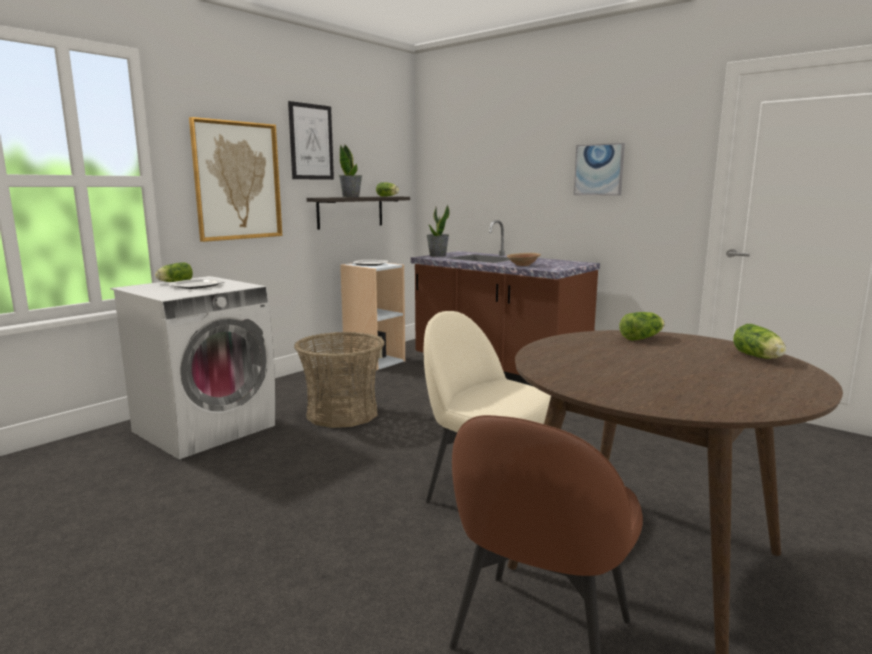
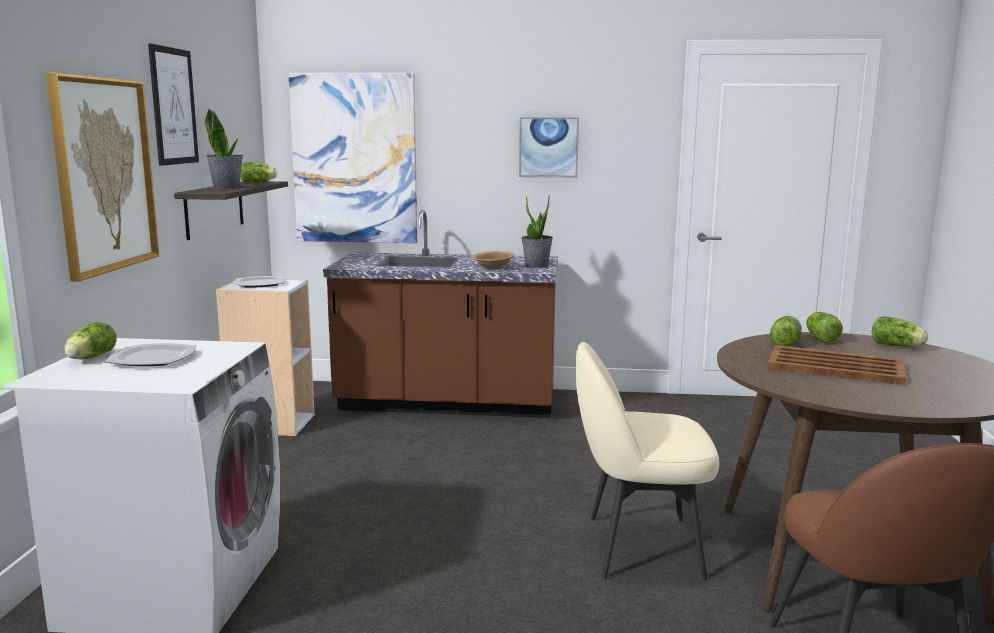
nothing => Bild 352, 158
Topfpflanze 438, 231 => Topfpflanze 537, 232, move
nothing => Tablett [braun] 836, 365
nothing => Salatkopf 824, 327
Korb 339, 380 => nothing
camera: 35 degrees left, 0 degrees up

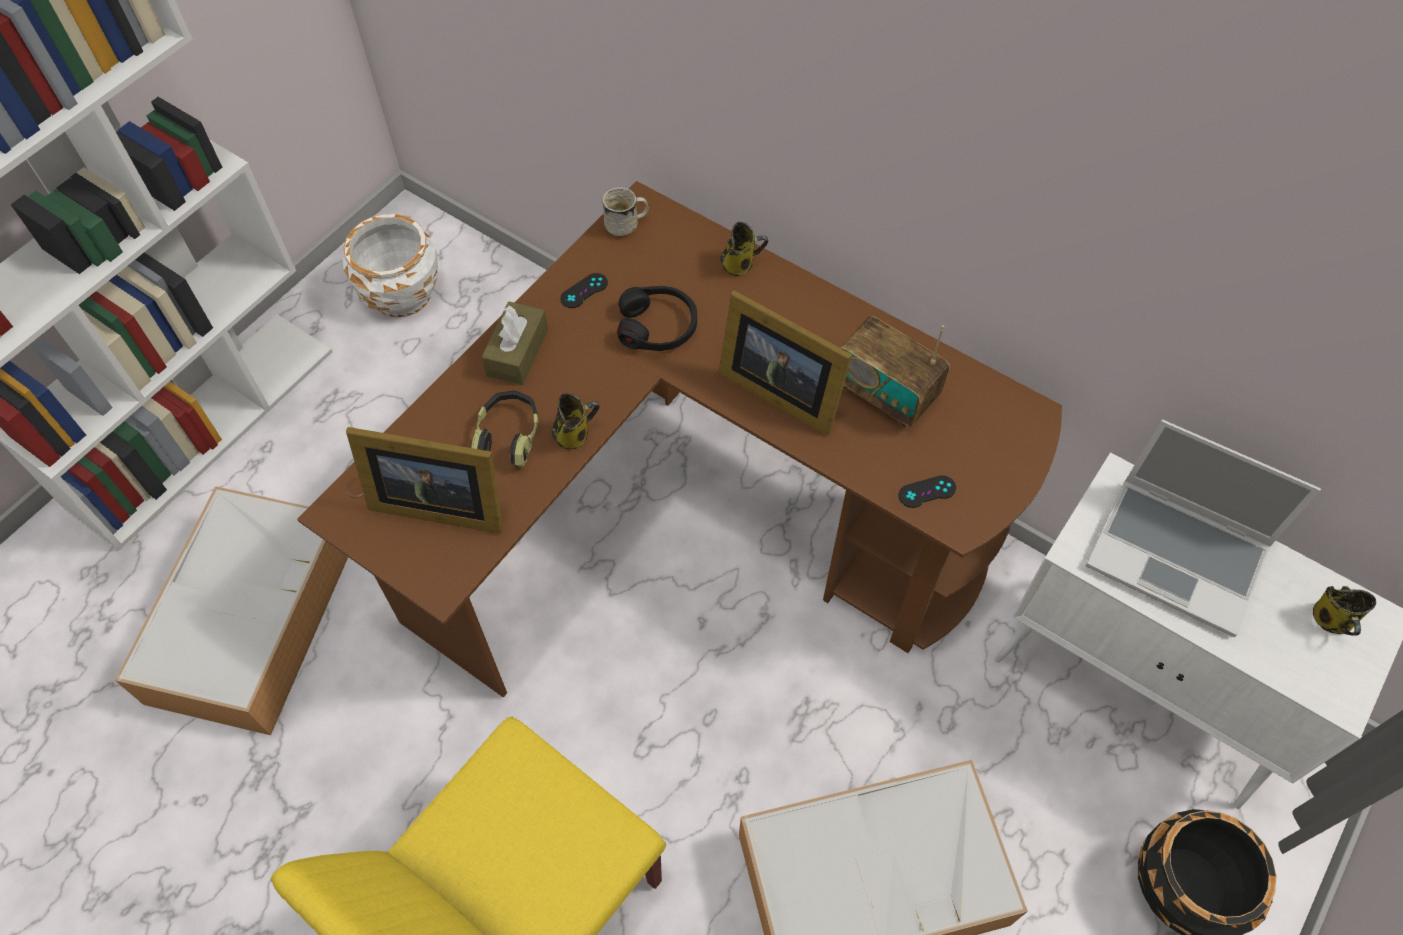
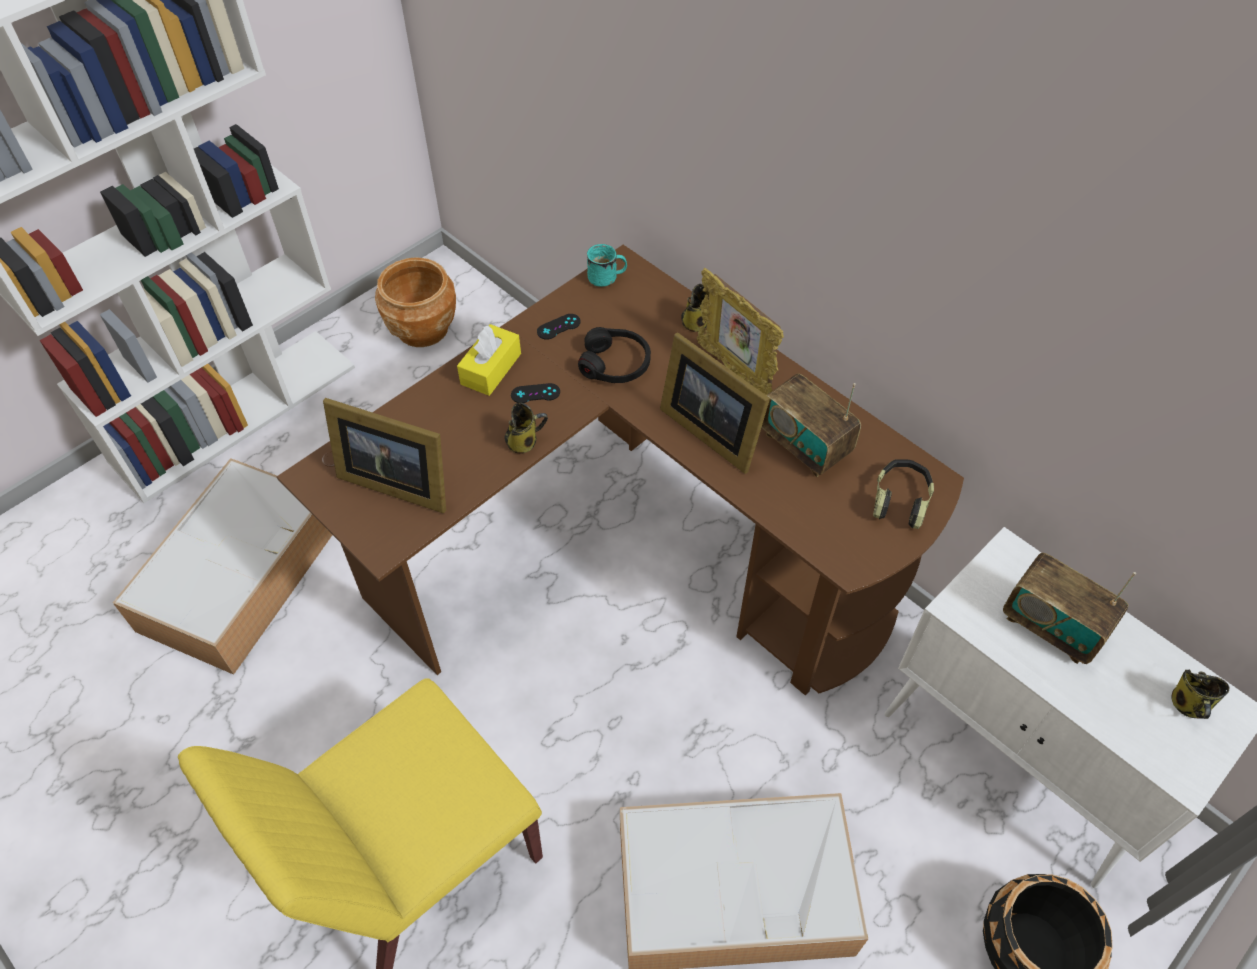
Pflanzkübel [weiß] 390, 265 => Pflanzkübel [braun] 415, 302
Taschentuchbox [braun] 514, 343 => Taschentuchbox [gelb] 489, 360
Gamepad [schwarz] 927, 491 => Gamepad [schwarz] 535, 393, move
Henkelbecher [weiß] 625, 211 => Henkelbecher [türkis] 607, 265
nothing => Bilderrahmen 740, 331
Kopfhörer 505, 429 => Kopfhörer 903, 494, move
Laptop 1203, 528 => Radio 1069, 608
camera: 10 degrees right, 5 degrees down

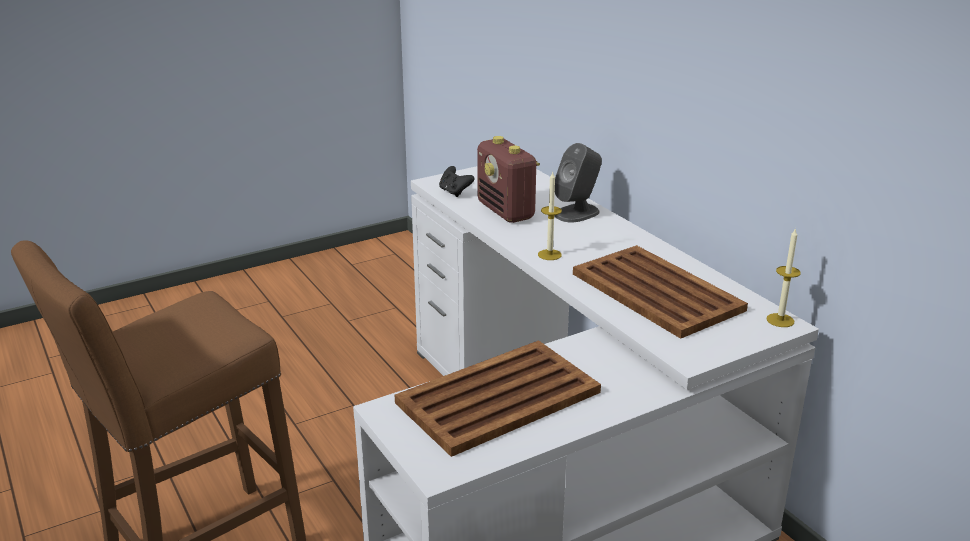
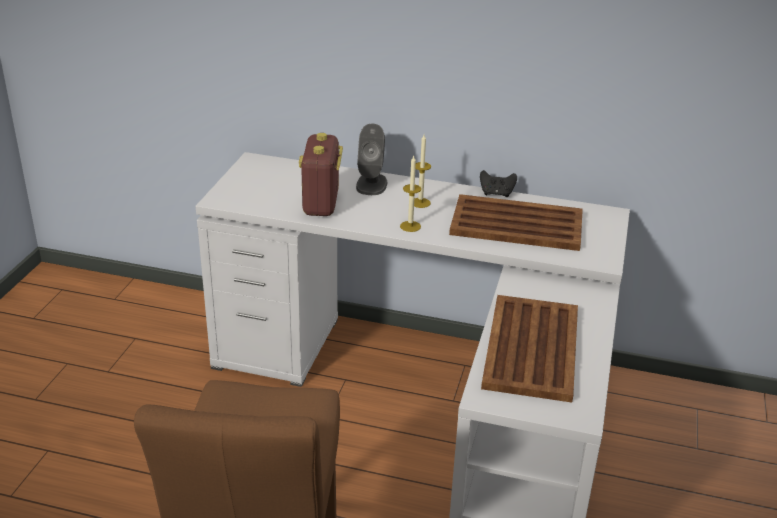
Radio 508, 179 => Radio 321, 174, 75 degrees clockwise
Kerze 783, 277 => Kerze 422, 171, move
Gamepad [schwarz] 456, 181 => Gamepad [schwarz] 498, 183, move
camera: 45 degrees left, 5 degrees up

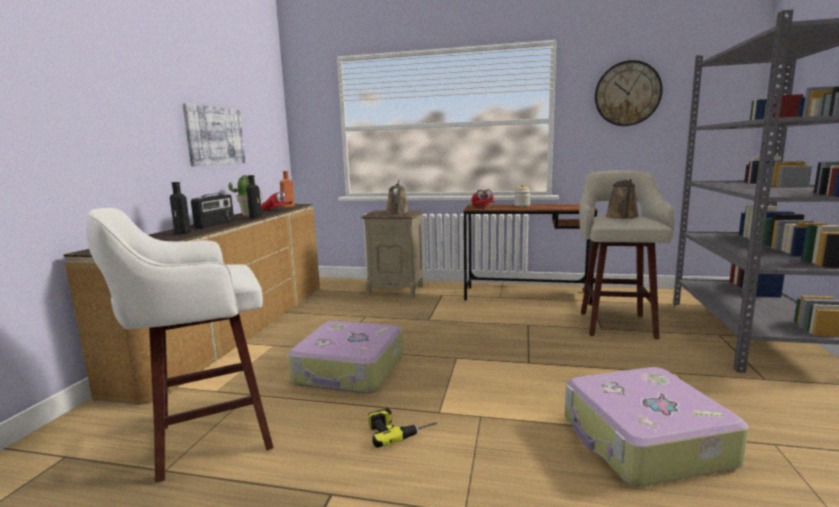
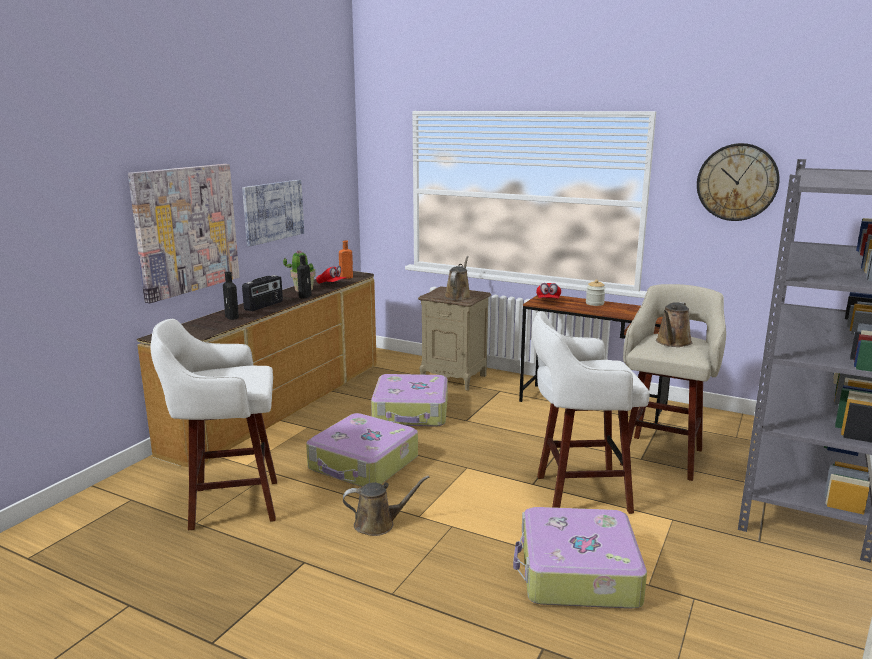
nothing => Bild 183, 233
Bohrmaschine 403, 428 => Gießkanne [braun] 386, 505
nothing => Koffer 409, 400
nothing => Hocker [weiß] 591, 412
camera: 15 degrees right, 5 degrees up

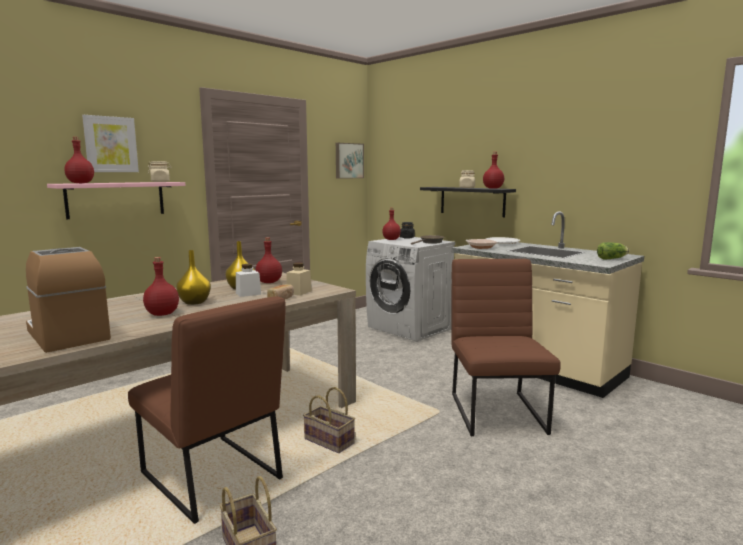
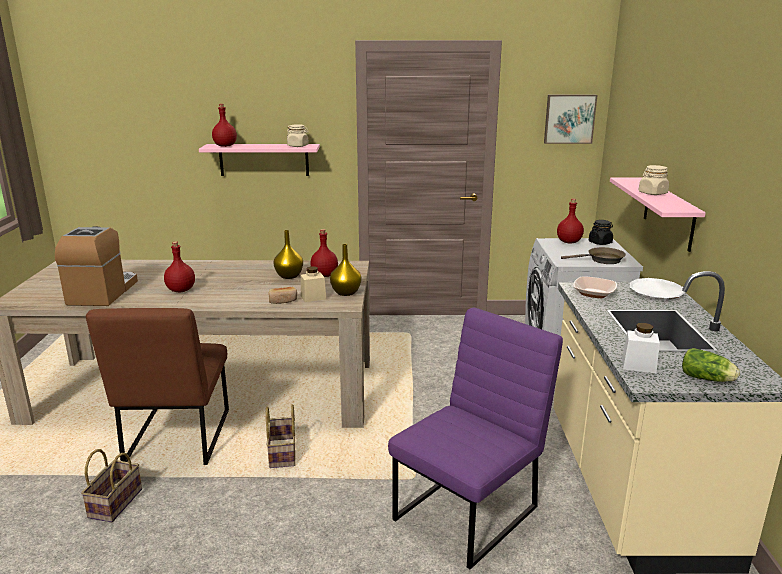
Vase [gelb] 193, 277 => Vase [gelb] 345, 270, move
Stuhl [braun] 506, 347 => Stuhl [lila] 475, 438
Wandregal [schwarz] 468, 202 => Wandregal [rosa] 658, 214
Vorratsglas [weiß] 248, 280 => Vorratsglas [weiß] 641, 348, move
Bild 110, 143 => nothing
Flasche [rot] 493, 170 => nothing
camera: 45 degrees right, 10 degrees up

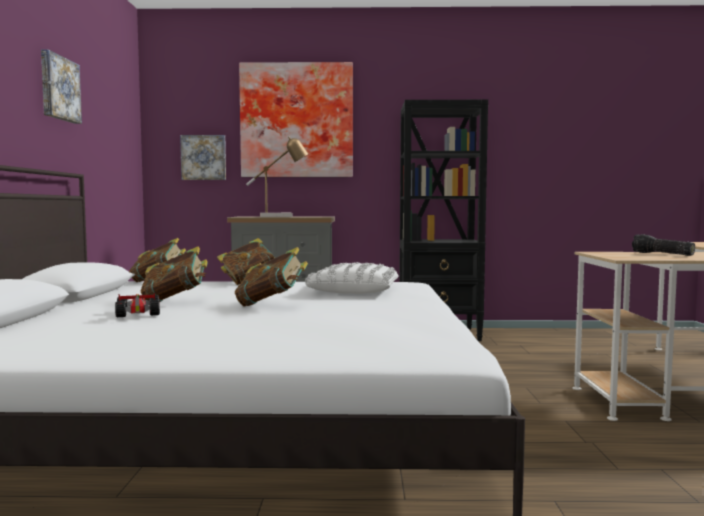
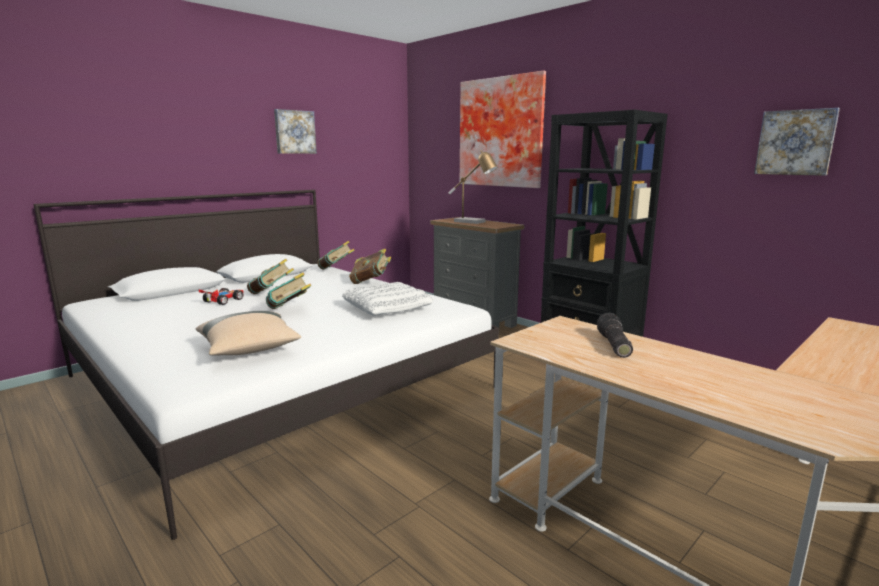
nothing => Kissen [beige] 249, 333
Bild 203, 157 => Bild 797, 142, move
camera: 45 degrees right, 10 degrees up

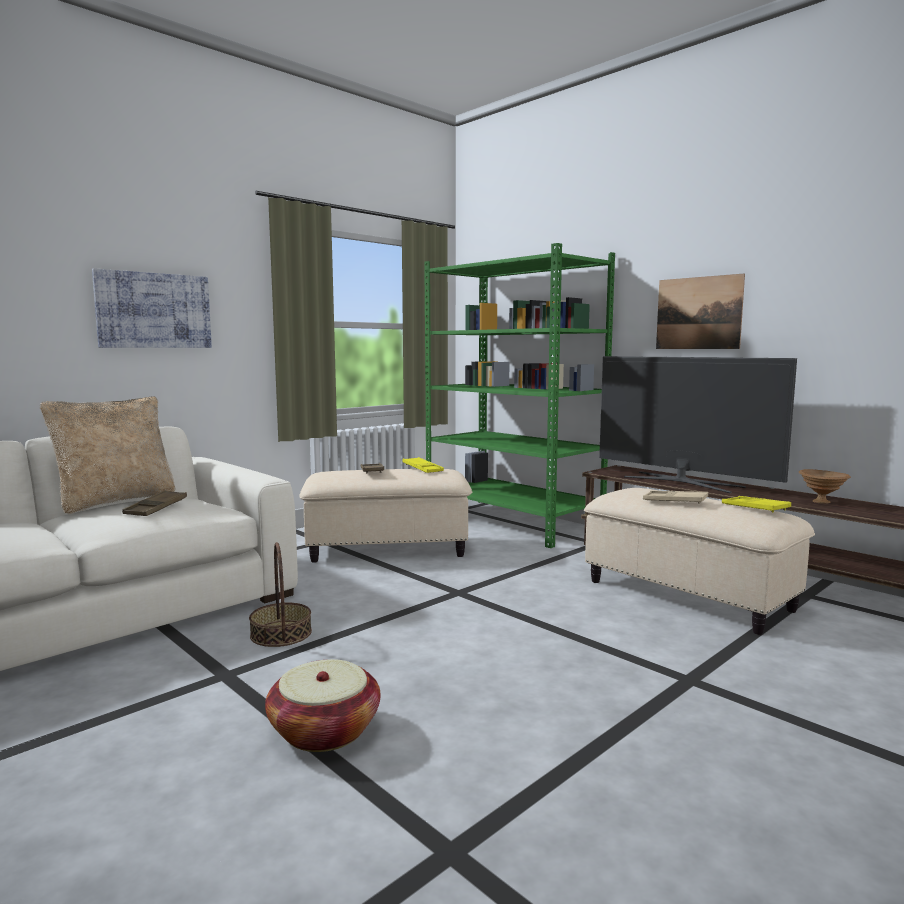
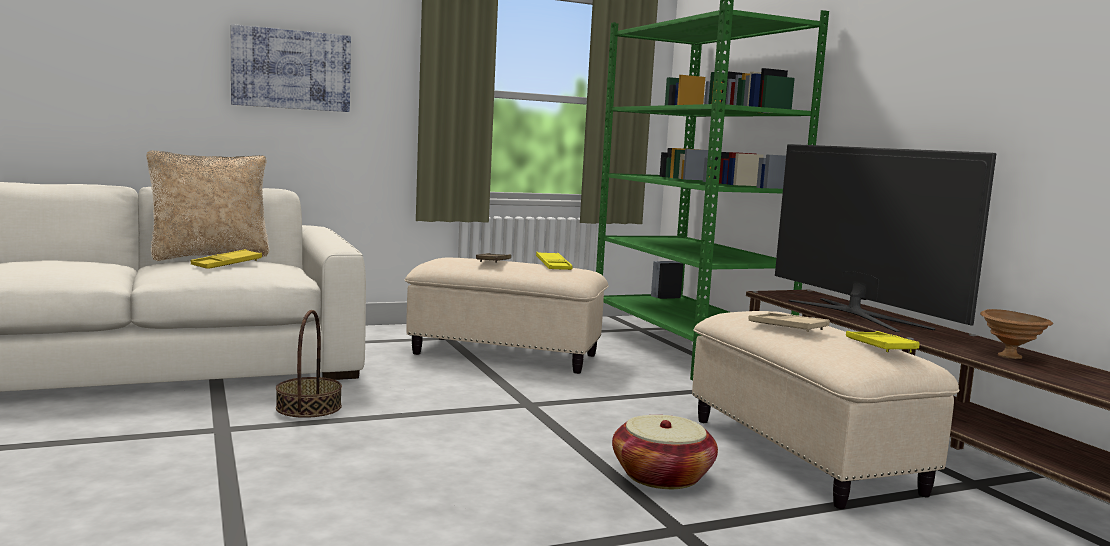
Tablett [braun] 154, 503 => Tablett [gelb] 226, 259
Korb 322, 705 => Korb 665, 452, move
Bild 700, 311 => nothing
camera: 20 degrees right, 0 degrees up

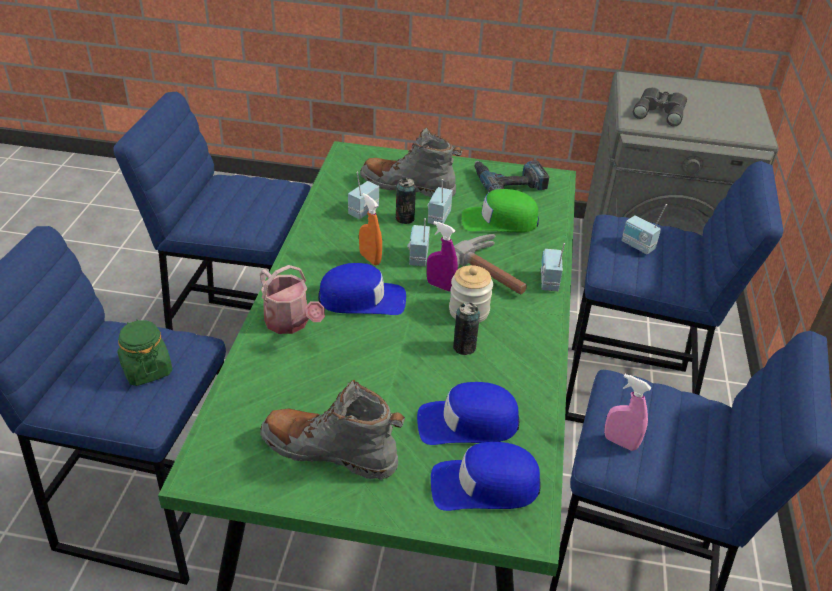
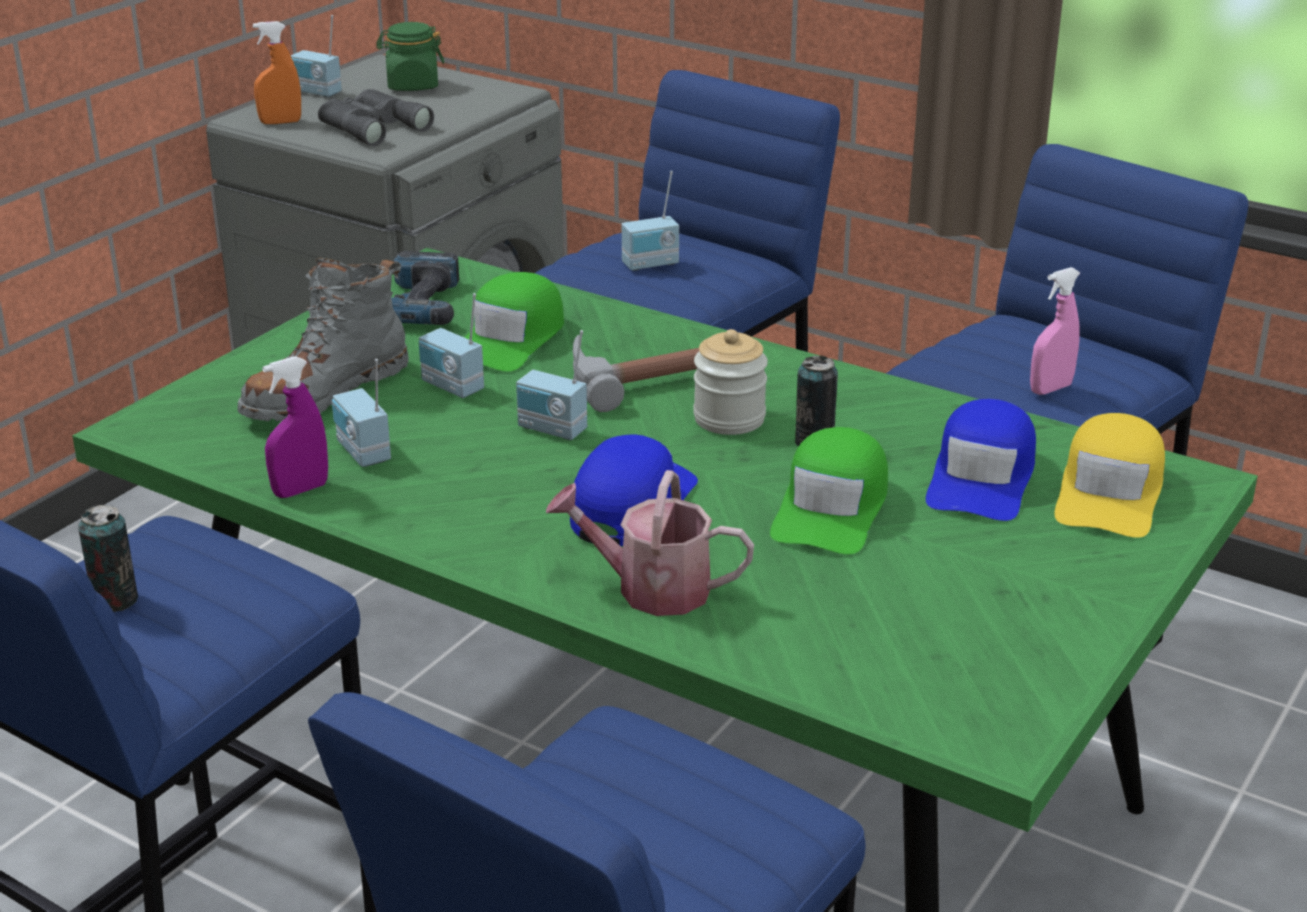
Dose 405, 201 => Dose 108, 558, move
Sprühflasche [orange] 370, 229 => Sprühflasche [orange] 277, 72, move
Sprühflasche [lila] 442, 256 => Sprühflasche [lila] 295, 427, move
Radio 553, 267 => Radio 316, 56, move
Vorratsglas [grün] 144, 352 => Vorratsglas [grün] 410, 56, move
Gießkanne 292, 299 => Gießkanne 650, 543, 150 degrees counterclockwise
nothing => Kappe [grün] 829, 490
Kappe [blau] 486, 476 => Kappe [gelb] 1109, 475
Stiefel [grau] 332, 430 => nothing
camera: 65 degrees left, 10 degrees down

